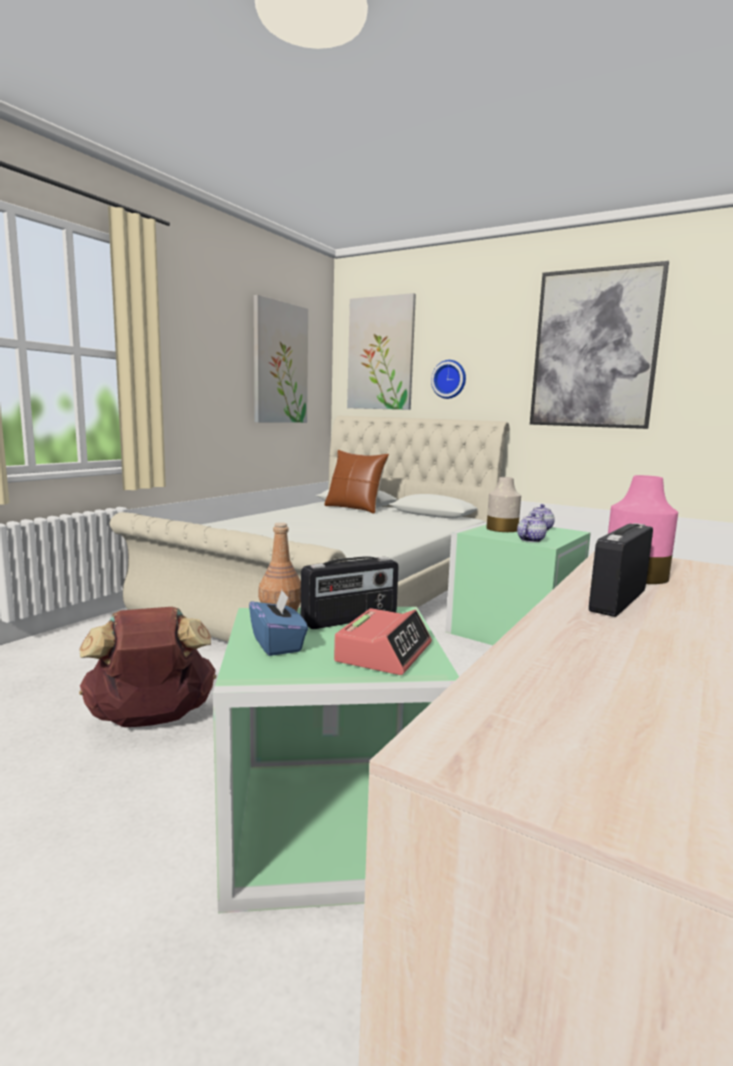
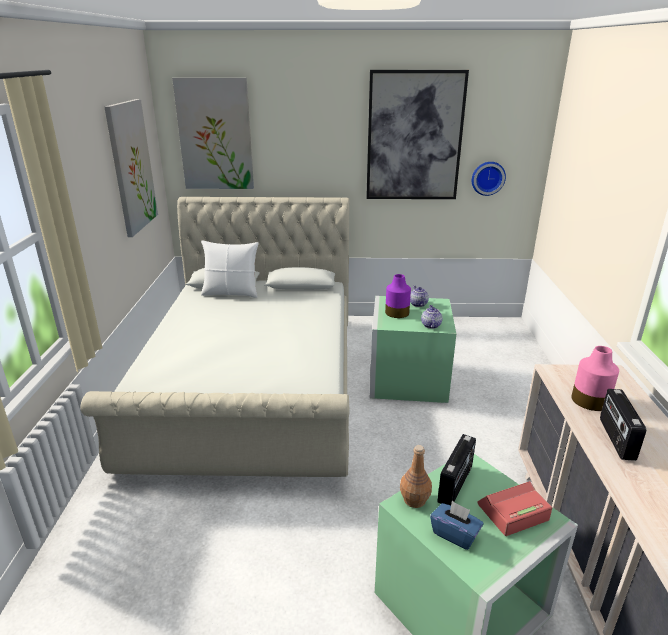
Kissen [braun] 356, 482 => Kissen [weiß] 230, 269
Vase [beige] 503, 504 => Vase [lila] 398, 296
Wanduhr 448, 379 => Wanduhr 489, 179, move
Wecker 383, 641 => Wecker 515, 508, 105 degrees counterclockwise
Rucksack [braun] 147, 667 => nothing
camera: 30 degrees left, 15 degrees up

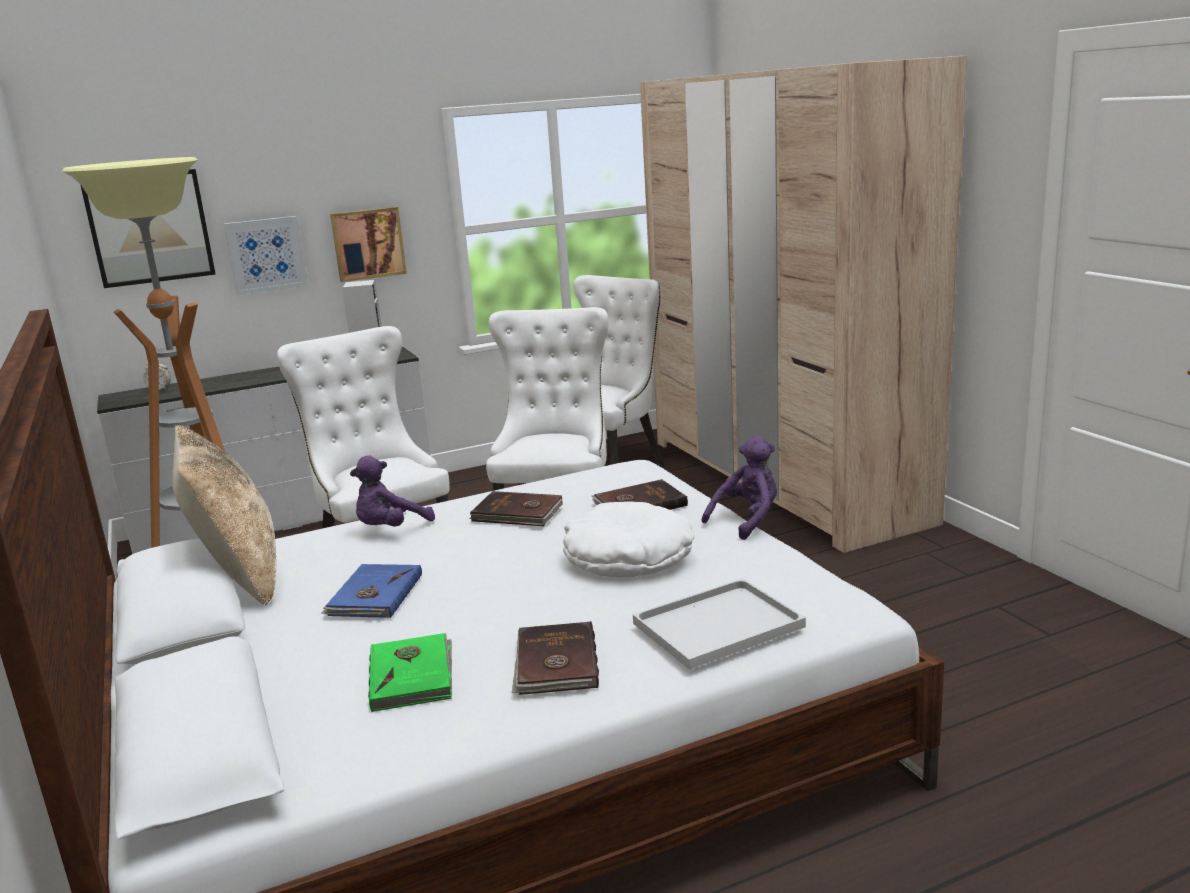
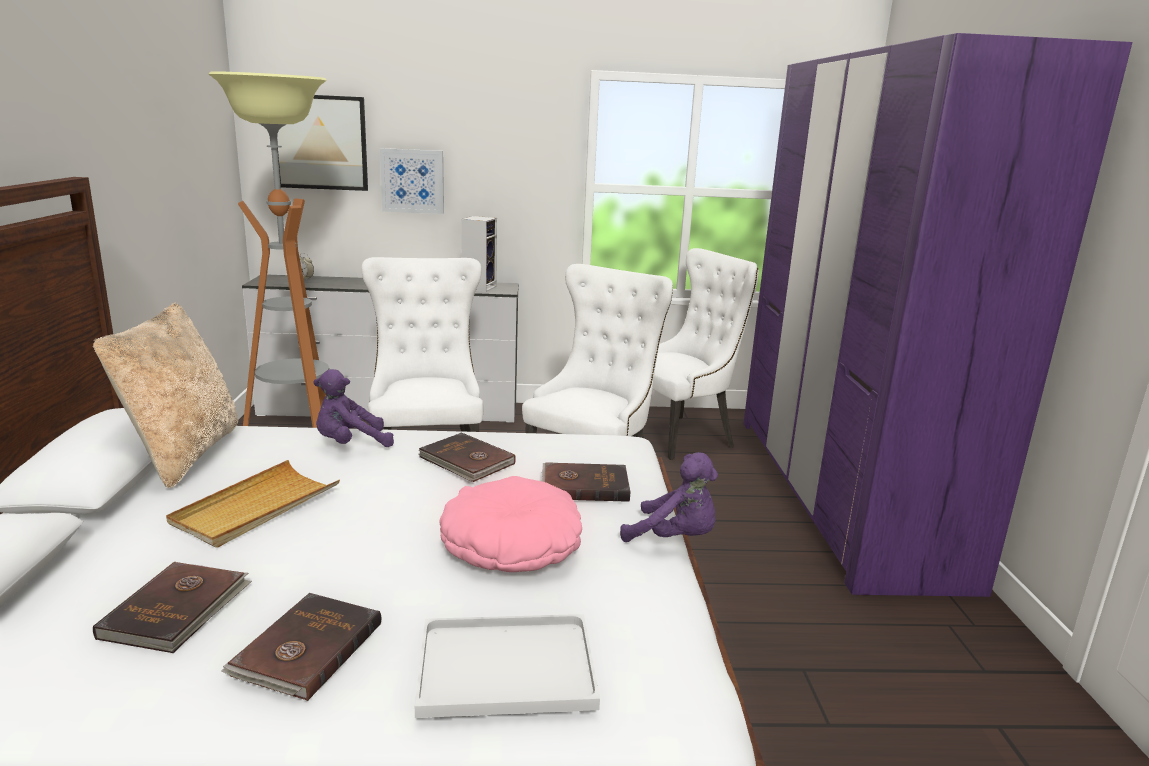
Buch [grün] 410, 672 => Buch [braun] 172, 607
Buch [blau] 371, 591 => Tablett [beige] 253, 503
Kissen [weiß] 629, 539 => Kissen [rosa] 510, 524
Plüschtier [lila] 739, 488 => Plüschtier [lila] 669, 497, 45 degrees clockwise
Kleiderschrank [beige] 803, 304 => Kleiderschrank [lila] 937, 315
Bild 368, 244 => nothing
camera: 20 degrees right, 0 degrees up

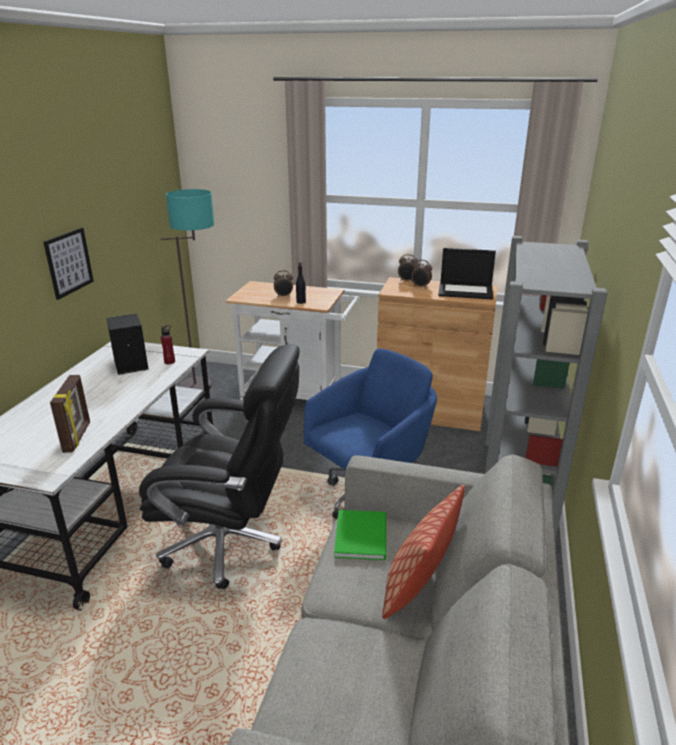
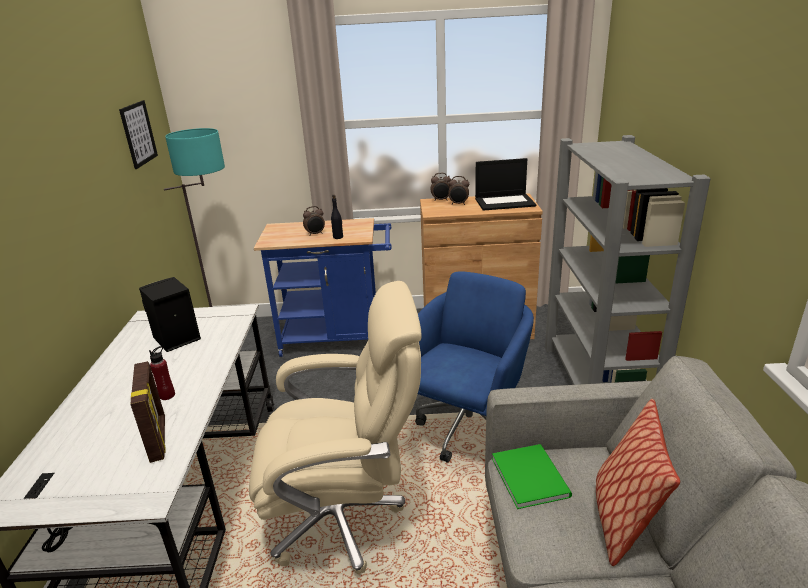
Bild 68, 263 => Bild 138, 134, move
Flasche [rot] 168, 344 => Flasche [rot] 162, 373, move
Bürostuhl [schwarz] 219, 466 => Bürostuhl [beige] 335, 427
Rollwagen [weiß] 292, 340 => Rollwagen [blau] 323, 287
camera: 15 degrees left, 0 degrees up

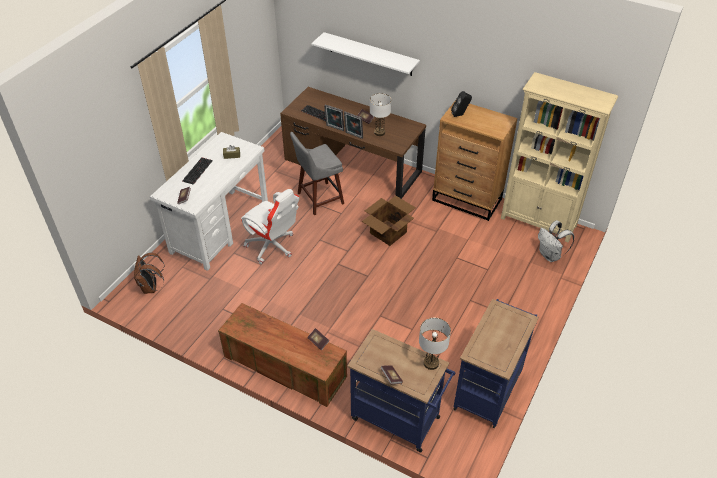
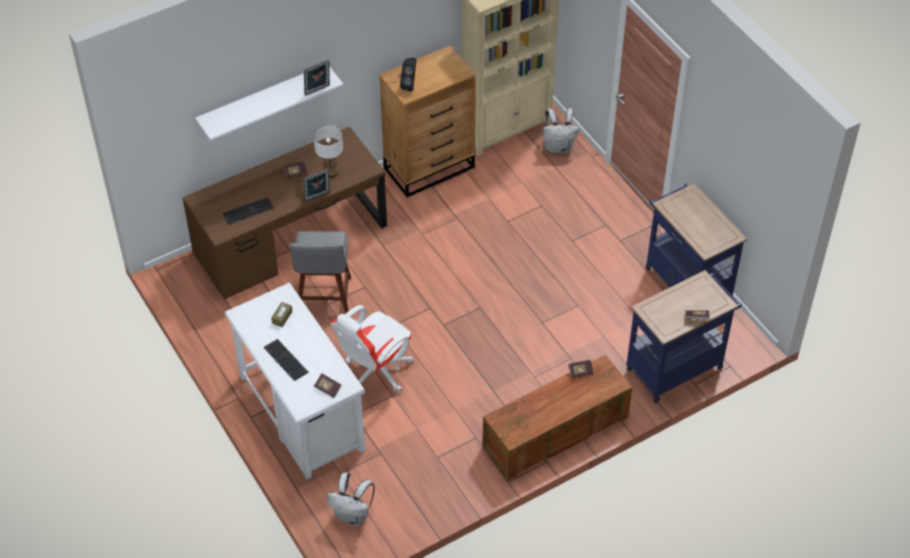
Bilderrahmen 334, 118 => Bilderrahmen 317, 78, move
Rucksack [braun] 149, 273 => Rucksack [weiß] 351, 499
Bürostuhl [weiß] 270, 226 => Bürostuhl [weiß] 372, 349, 150 degrees clockwise
Karton 389, 221 => nothing
Tischlampe 435, 344 => nothing
camera: 60 degrees left, 5 degrees up

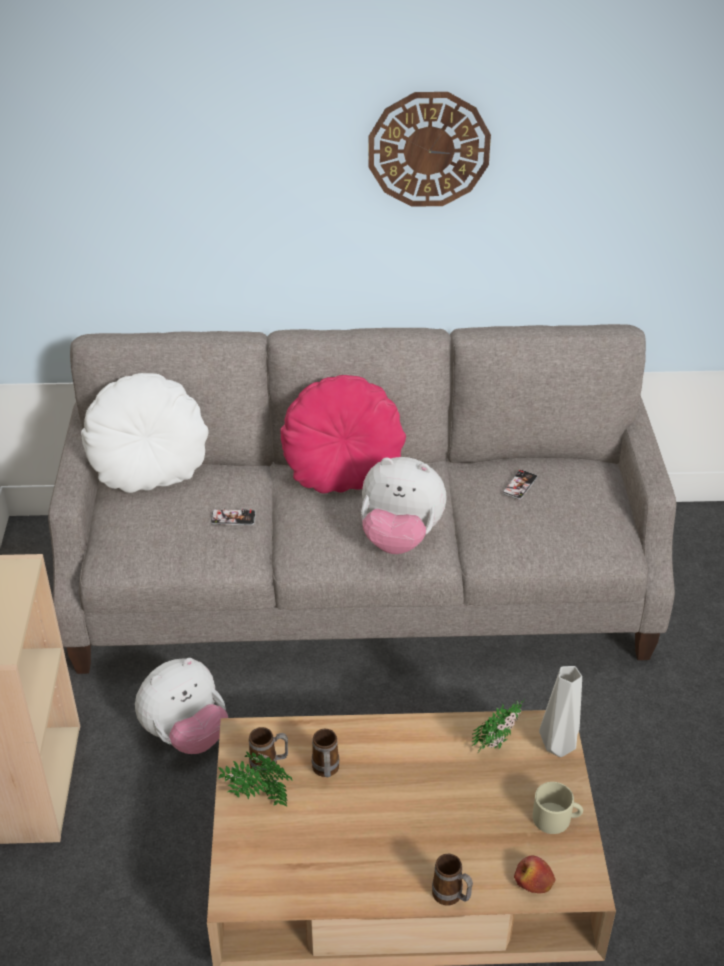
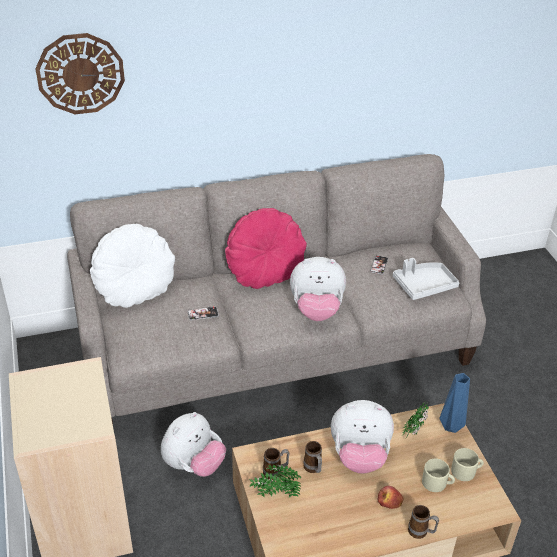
Wanduhr 429, 149 => Wanduhr 80, 73, move
nothing => Plüschtier 362, 437
Apfel 535, 874 => Apfel 391, 497, move
nothing => Tablett [grau] 426, 279
nothing => Henkelbecher [beige] 438, 475
Vase [grau] 560, 711 => Vase [blau] 455, 403
camera: 15 degrees left, 0 degrees up

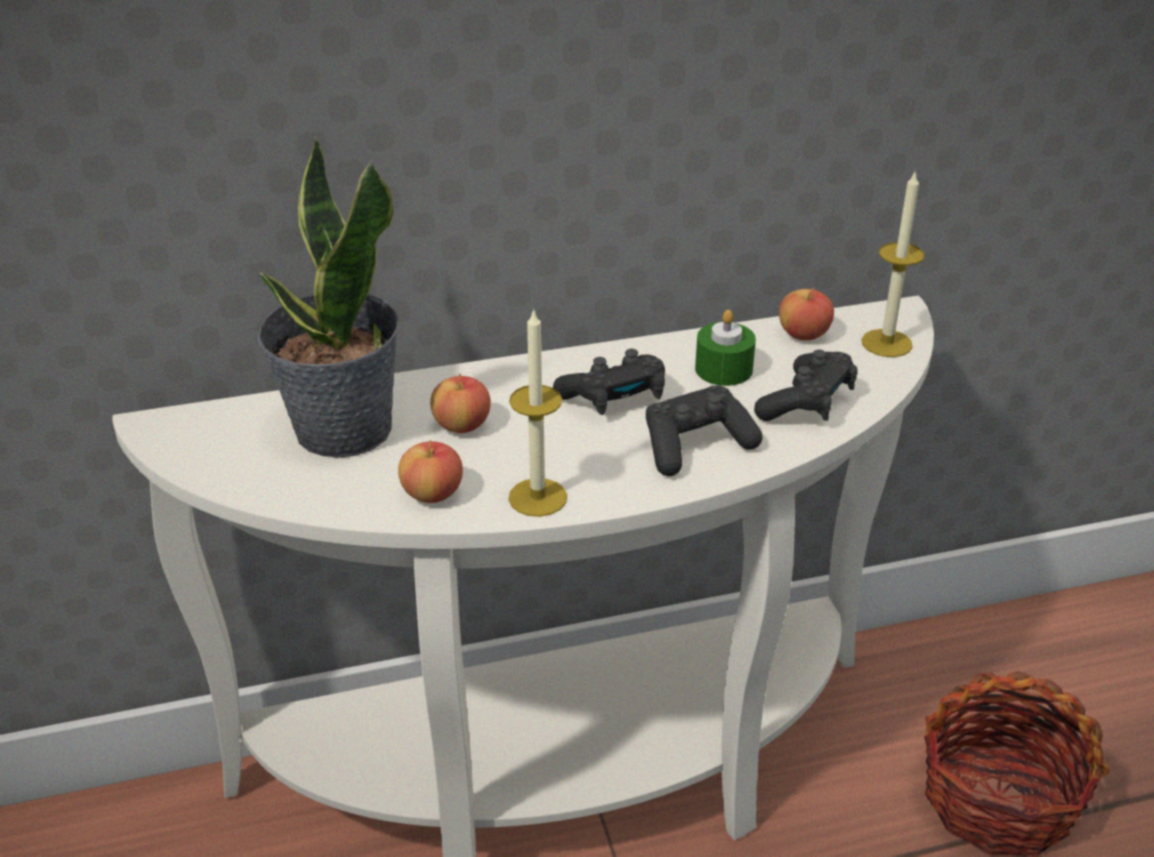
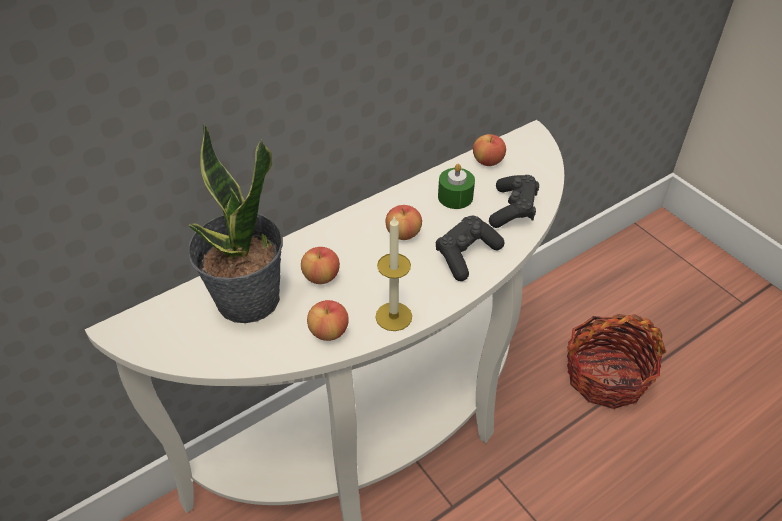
Gamepad [schwarz] 609, 382 => Apfel 403, 222
Kerze 893, 263 => nothing
camera: 20 degrees left, 10 degrees up

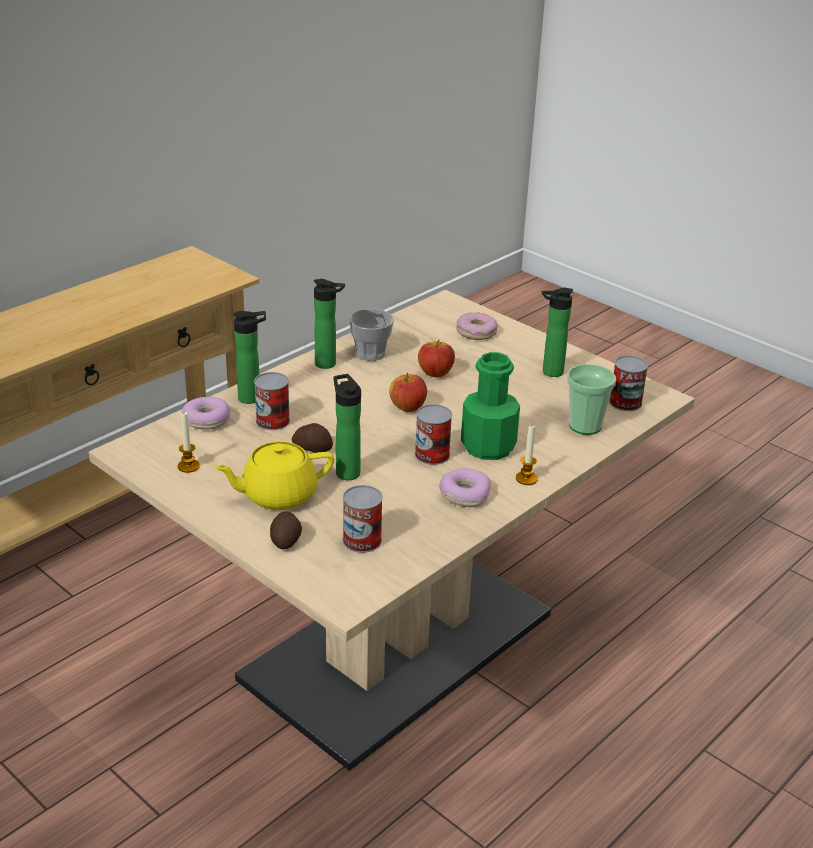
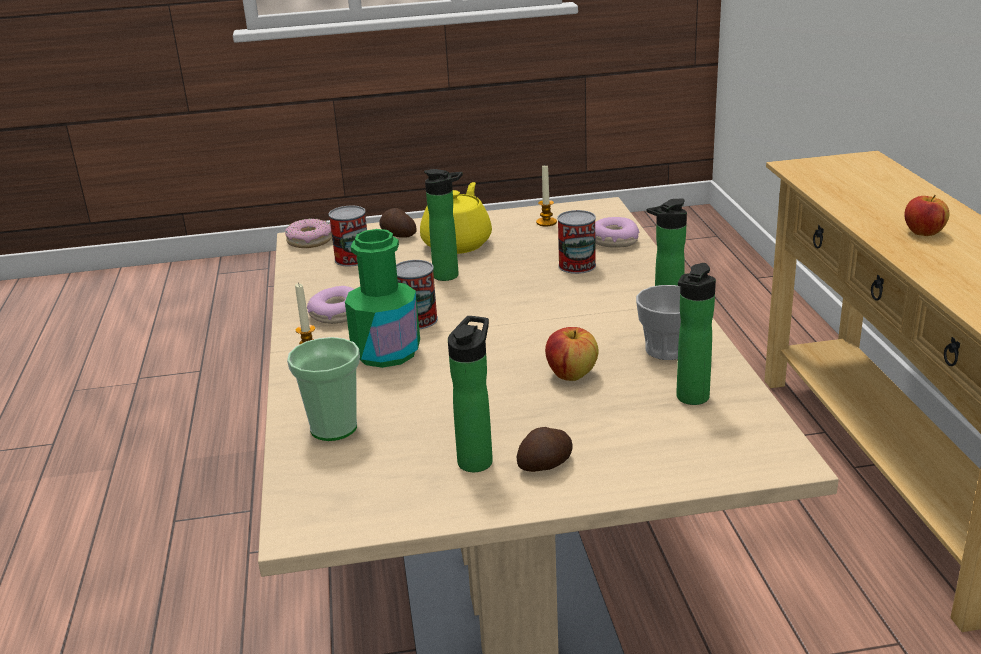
Donut 477, 326 => Donut 308, 233, move
Kartoffel 312, 438 => Kartoffel 545, 449, move
Flasche 249, 357 => Flasche 696, 334, move
Apfel 408, 392 => Apfel 927, 215, move
Dose 628, 383 => nothing
camera: 130 degrees right, 5 degrees down

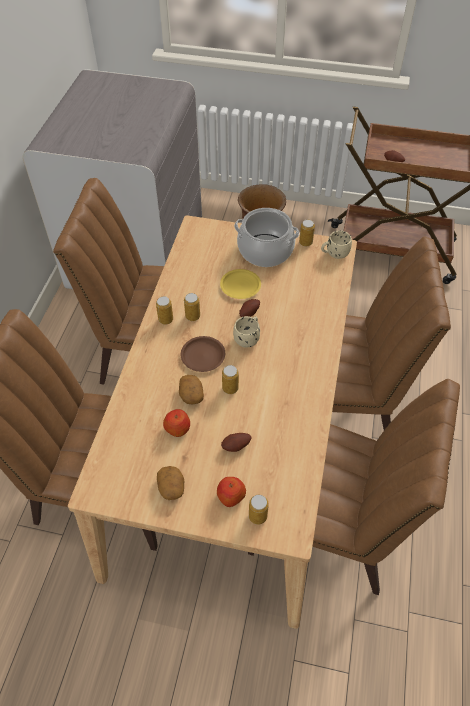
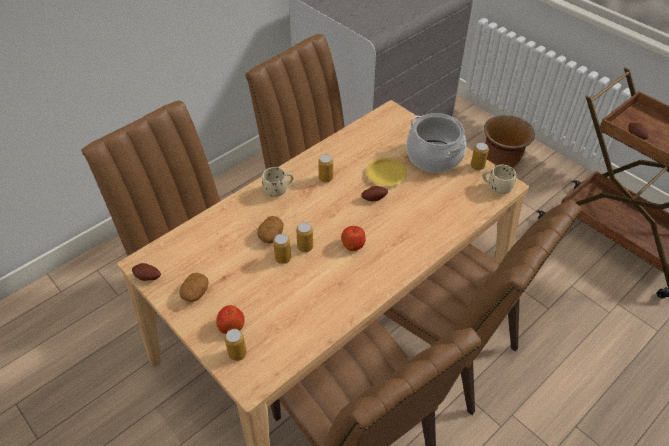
Kartoffel 236, 442 => Kartoffel 146, 272, move
Henkelbecher [beige] 246, 332 => Henkelbecher [beige] 278, 182, move
Dose 164, 310 => Dose 282, 249, move
Apfel 176, 423 => Apfel 353, 238, move
Teller [braun] 203, 354 => nothing
camera: 35 degrees right, 5 degrees down

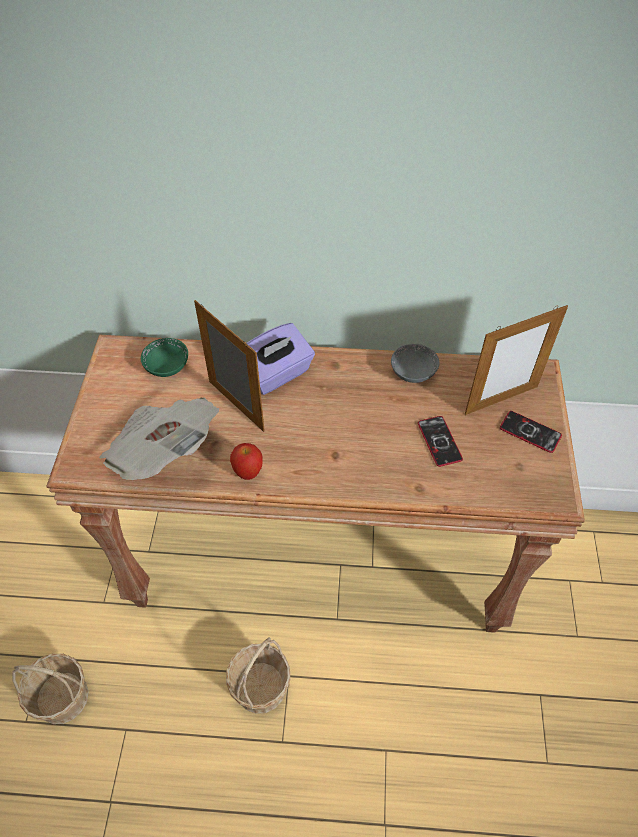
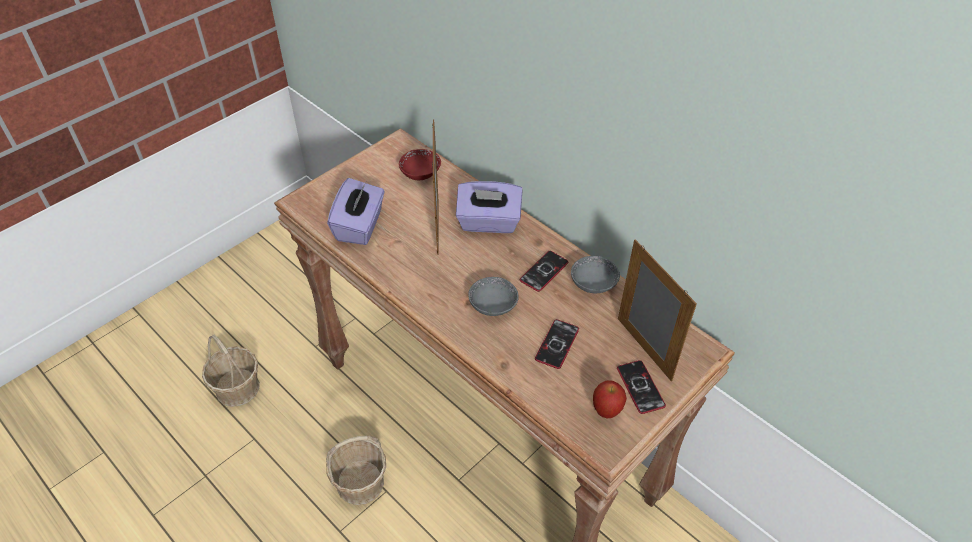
Zeitung 159, 439 => Taschentuchbox [lila] 356, 211
Schüssel [grün] 164, 357 => Schüssel [rot] 420, 164
nothing => Schüssel [grau] 493, 296
nothing => Handy 544, 271
Apfel 246, 461 => Apfel 610, 399, move
Bilderrahmen 516, 360 => Bilderrahmen 657, 310, 135 degrees counterclockwise
camera: 40 degrees right, 5 degrees down

